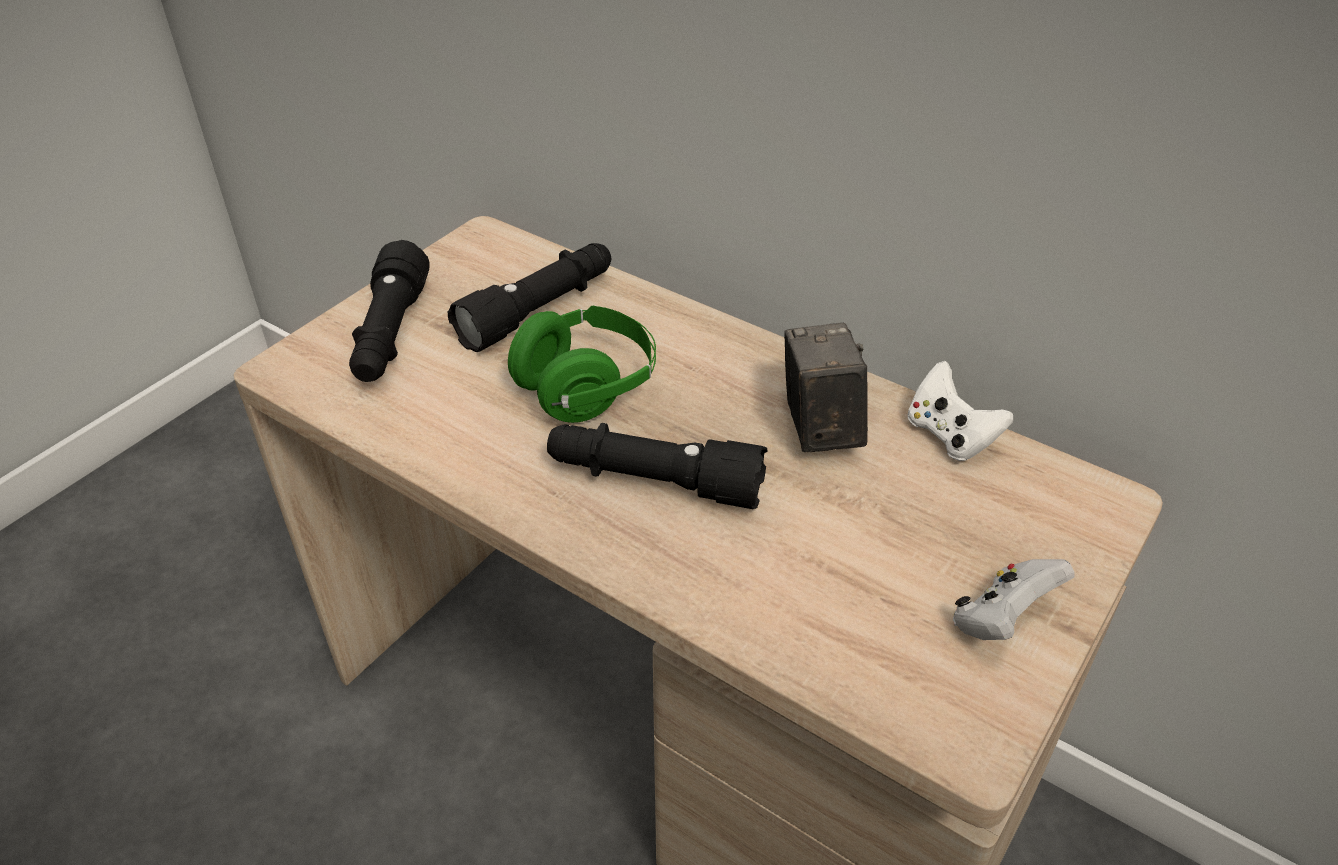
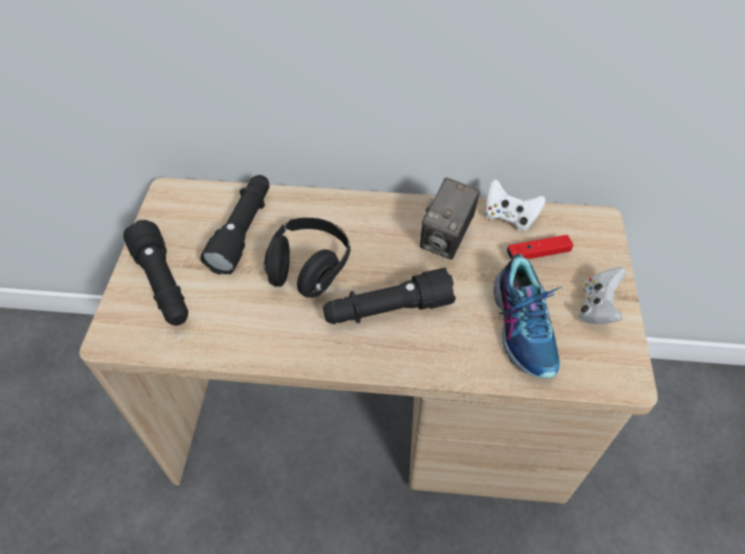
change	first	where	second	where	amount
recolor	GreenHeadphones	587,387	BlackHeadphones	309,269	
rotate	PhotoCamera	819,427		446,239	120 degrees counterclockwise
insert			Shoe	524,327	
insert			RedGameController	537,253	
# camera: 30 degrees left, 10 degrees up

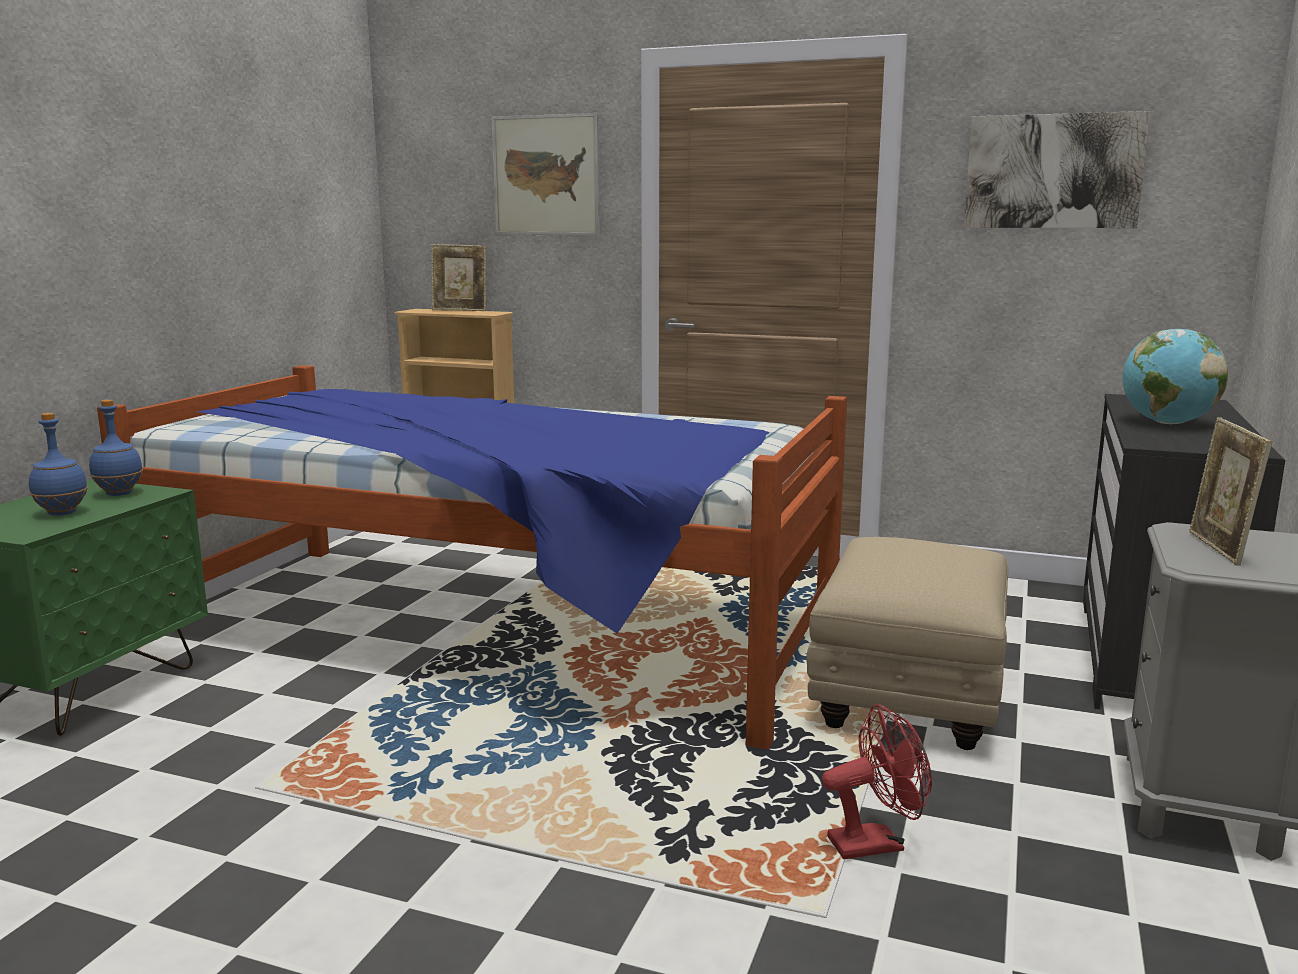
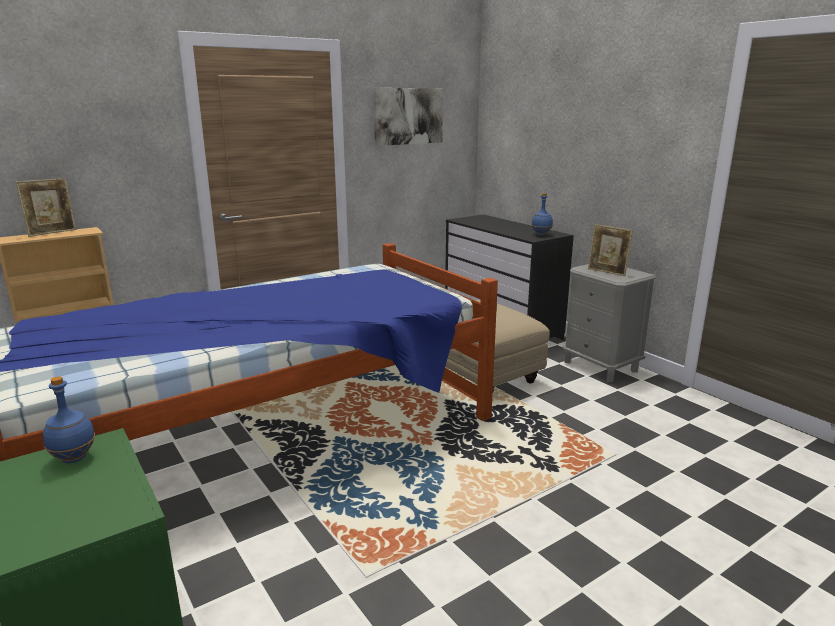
change	first	where	second	where	amount
move	BlueBottle	63,513		541,234	
delete	Picture	546,175			
delete	RedFan	875,843			
delete	Globe	1167,423			
# camera: 55 degrees left, 5 degrees up

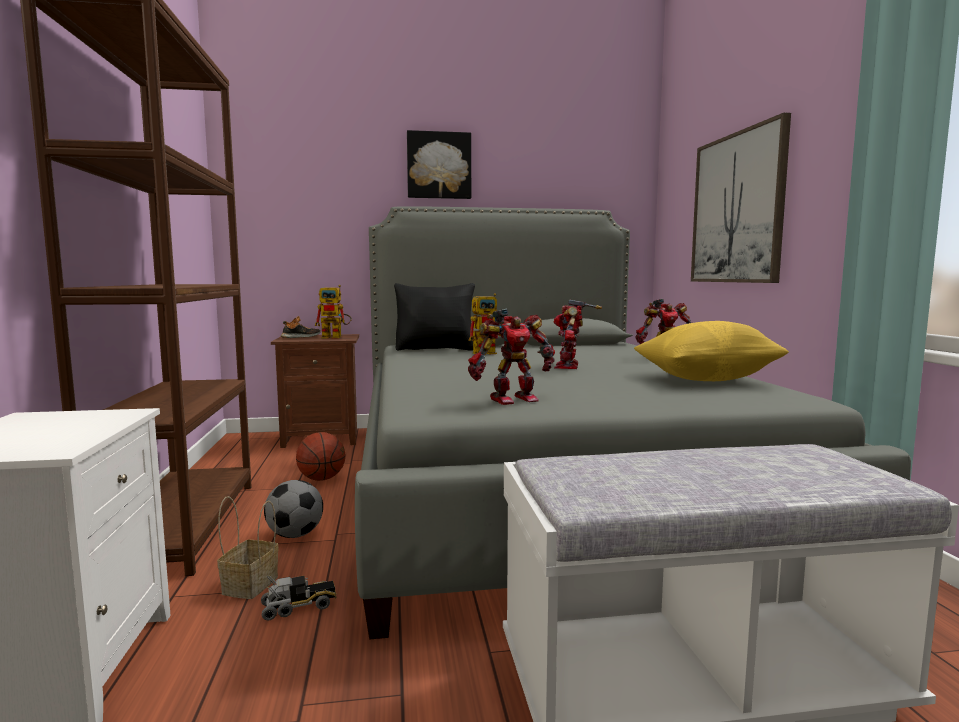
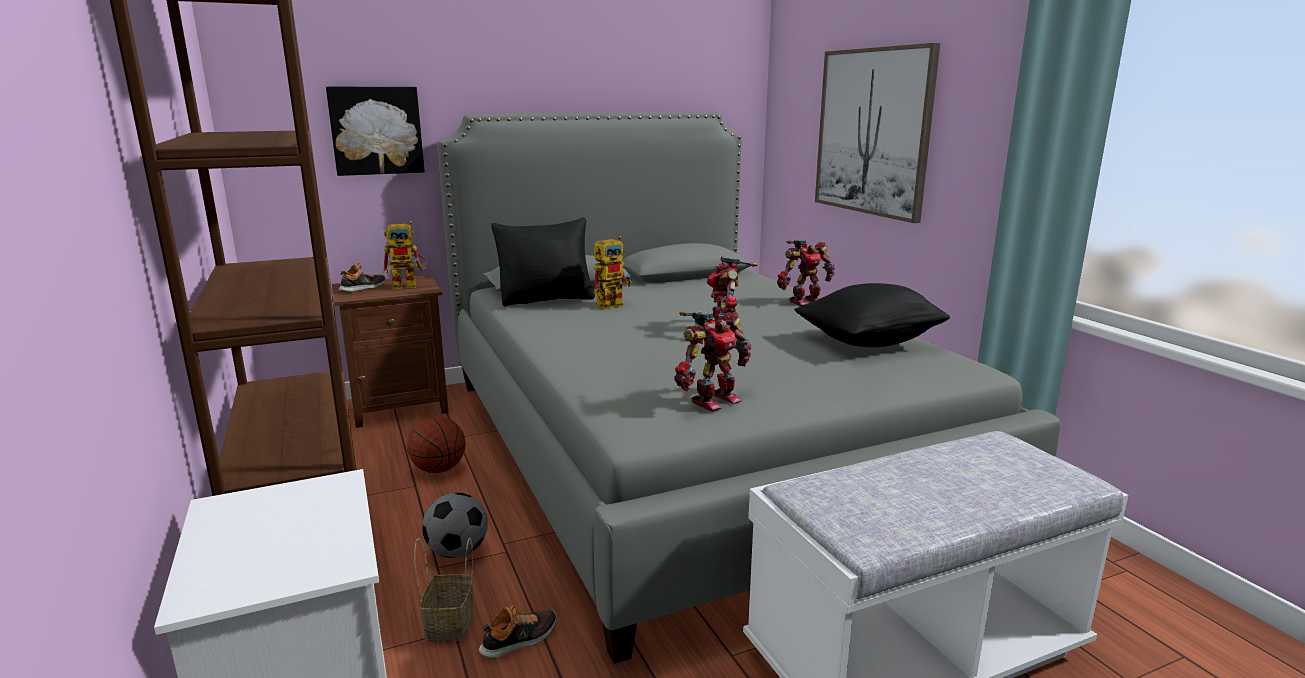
change	first	where	second	where	amount
move	Picture	439,165		376,130	
replace	ToyTruck	299,606	Shoe	520,640	
recolor	YellowPillow	706,379	BlackPillow	868,342	
# camera: 15 degrees left, 10 degrees up

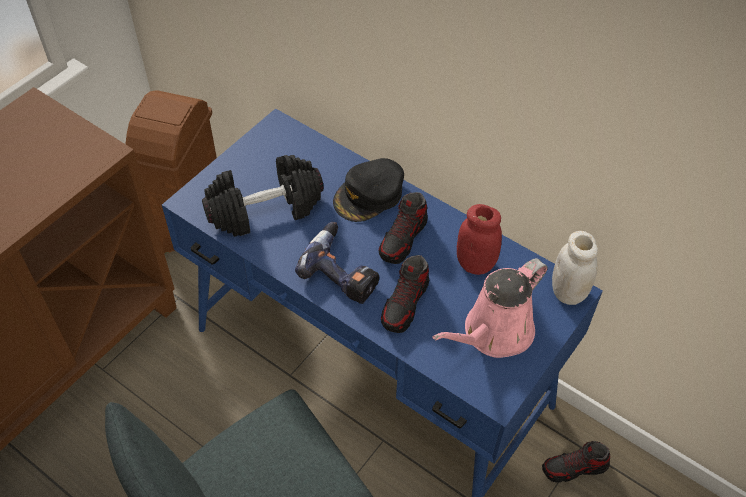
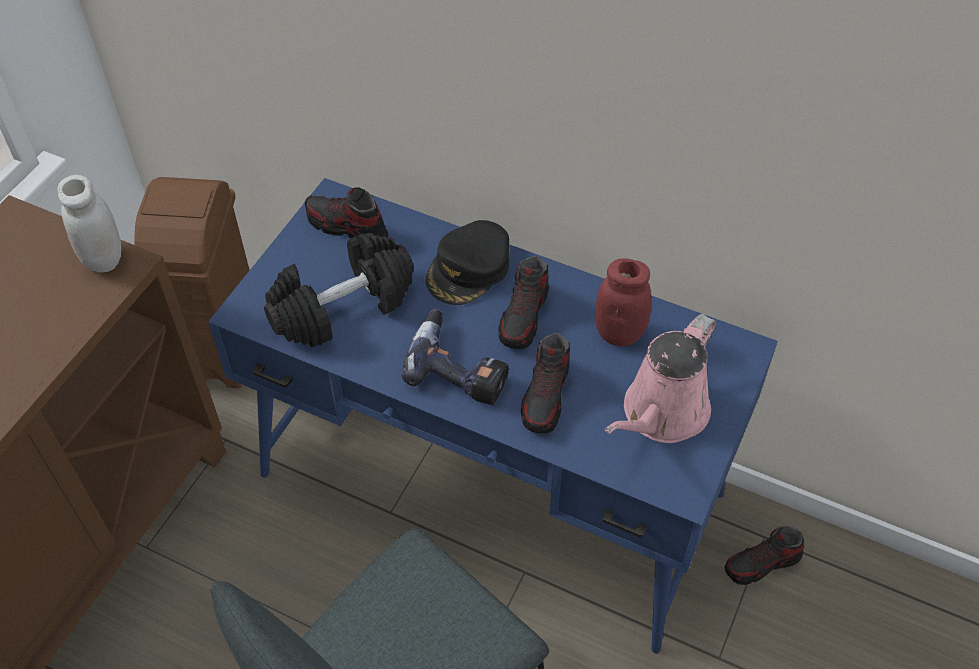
change	first	where	second	where	amount
move	WhiteJar	568,292		103,259	
insert			Shoe	347,228	
# camera: 10 degrees left, 0 degrees up

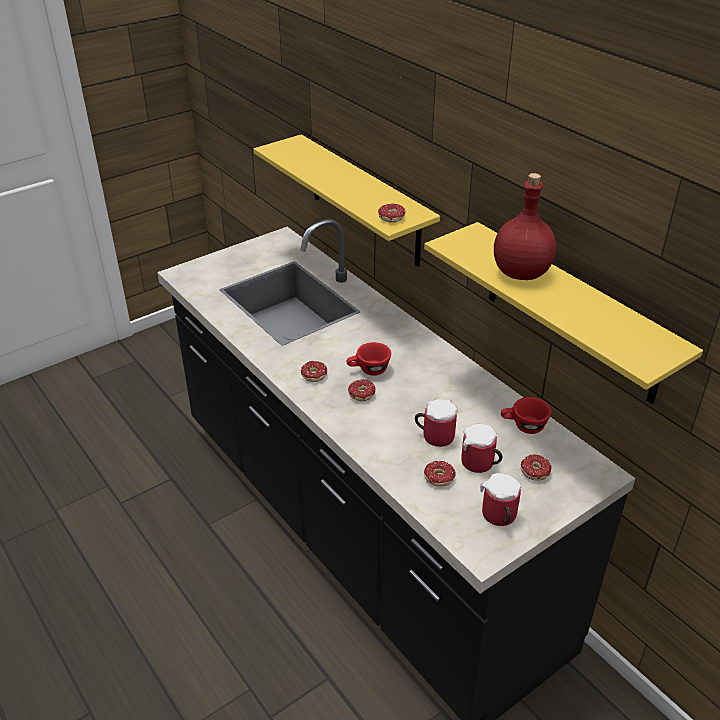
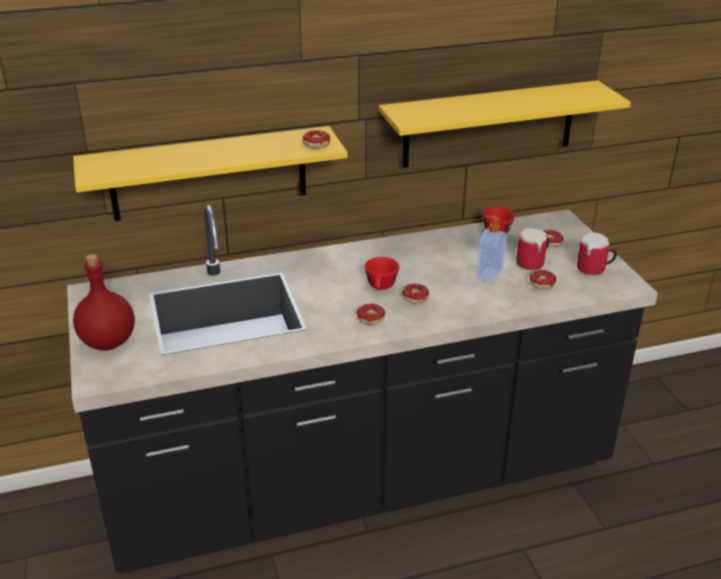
change	first	where	second	where	amount
move	RedBottle	521,272		108,341	
replace	Mug	434,435	SoapDispenser	489,274	
# camera: 70 degrees left, 5 degrees down

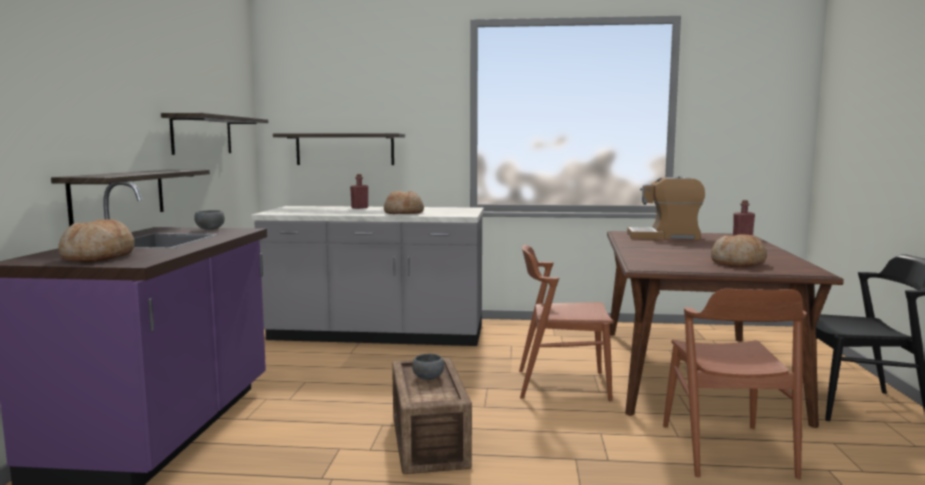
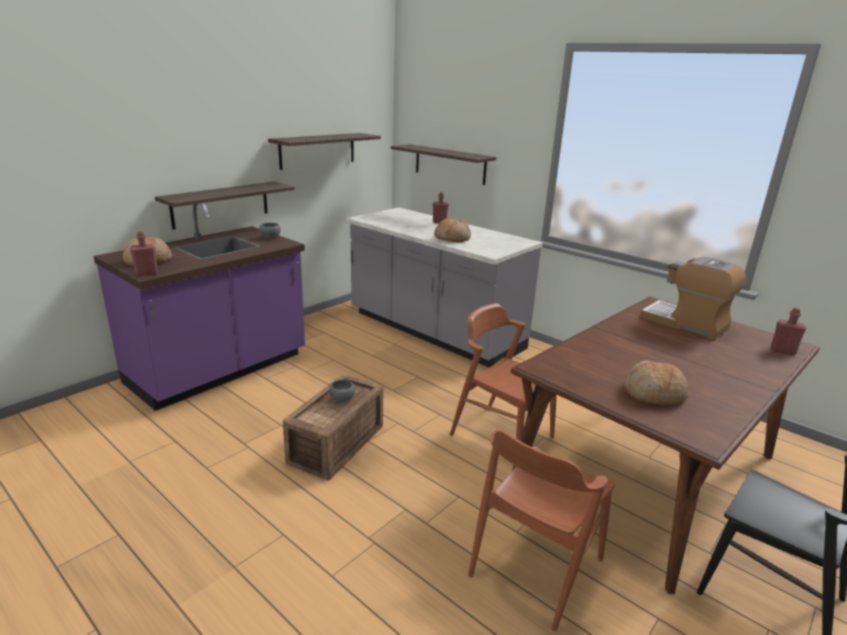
change	first	where	second	where	amount
insert			RedBottle	146,273	
# camera: 35 degrees right, 15 degrees up

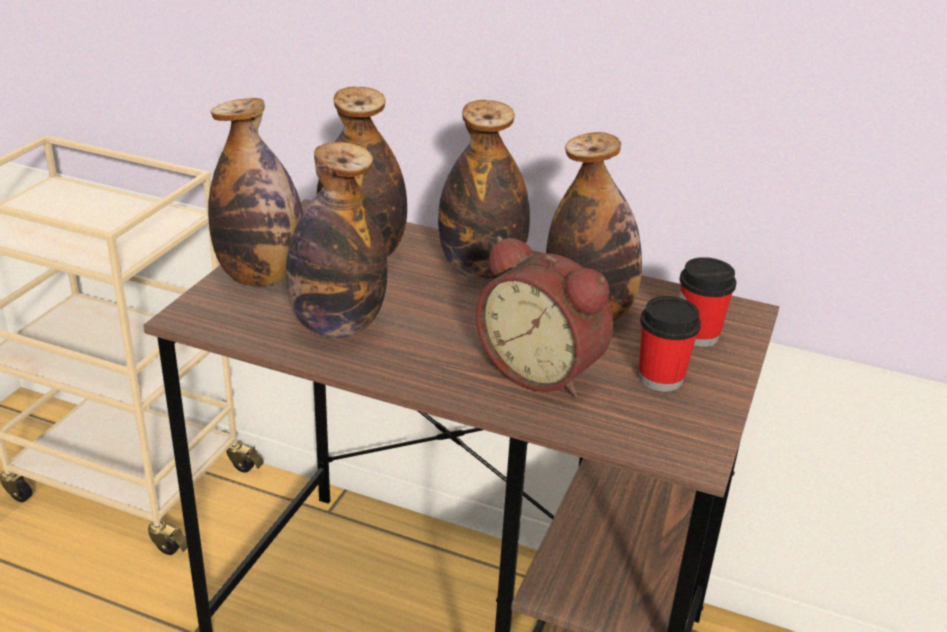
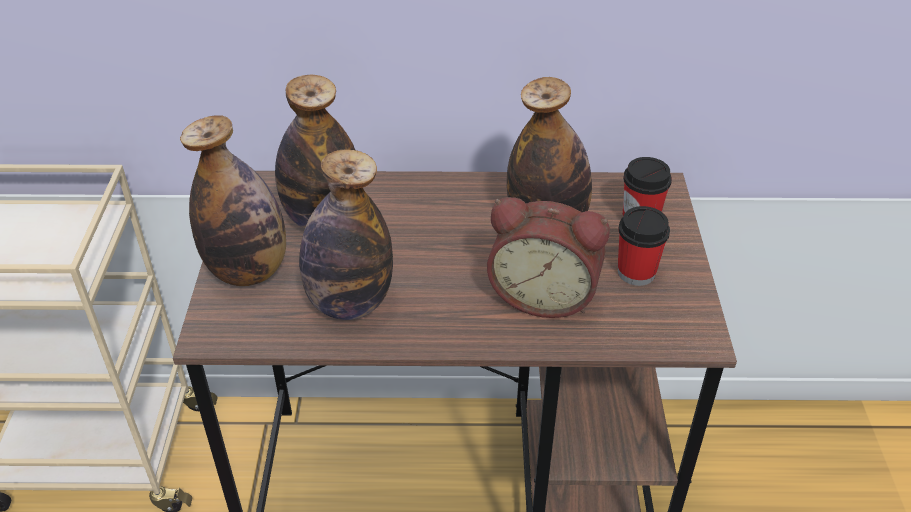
change	first	where	second	where	amount
delete	Bottle	481,269			
# camera: 20 degrees left, 10 degrees up

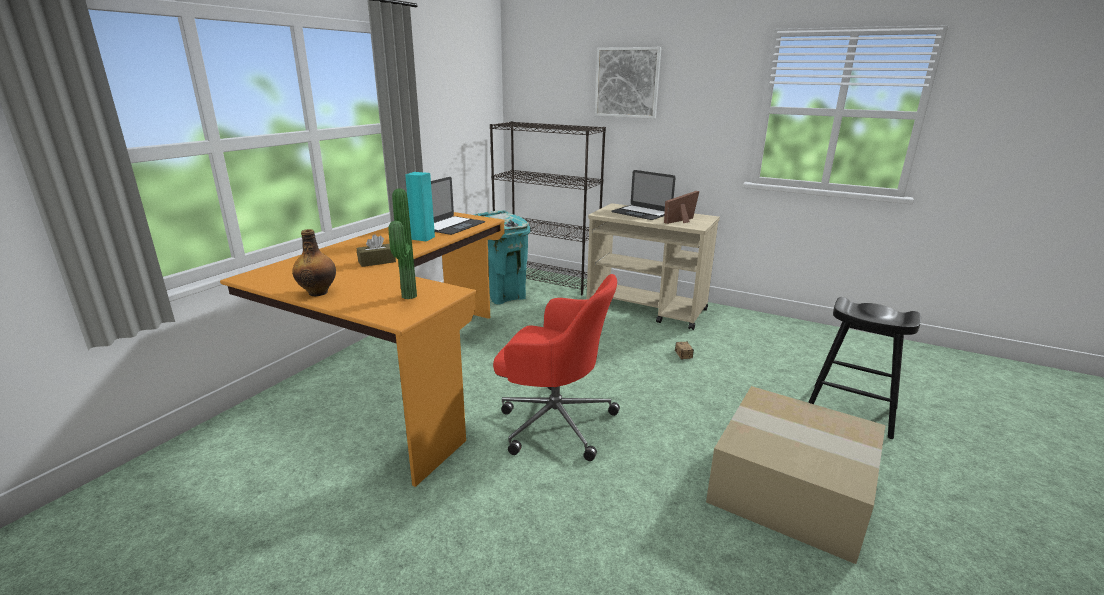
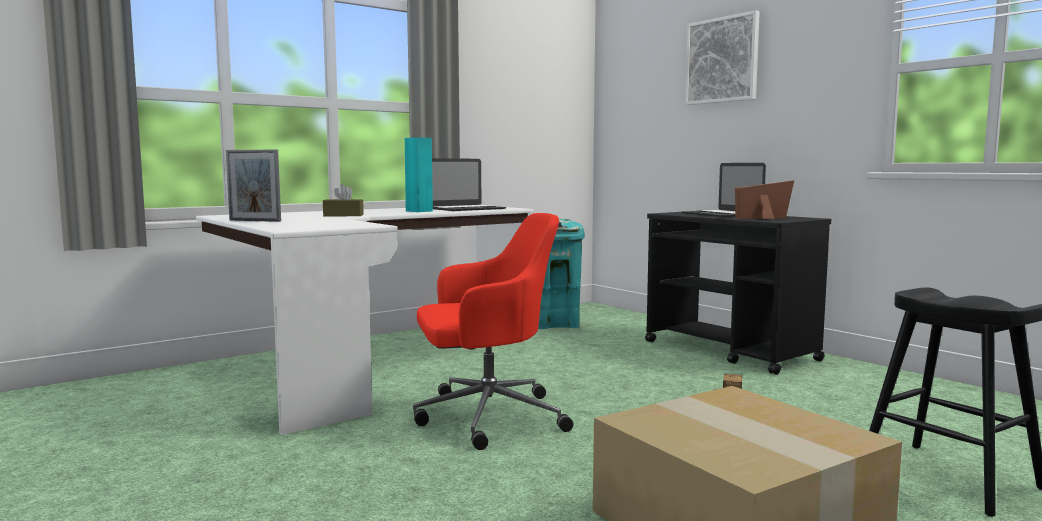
change	first	where	second	where	amount
recolor	OrangeDesk	402,376	WhiteDesk	369,364	
replace	Bottle	318,292	PictureFrame	255,221	
rotate	RedOfficeChair	554,421		486,417	60 degrees counterclockwise
recolor	BeigeCart	647,309	BlackCart	731,351	
delete	PottedPlant	406,296			
delete	BlackBookcase	546,280			
# camera: 25 degrees right, 15 degrees down

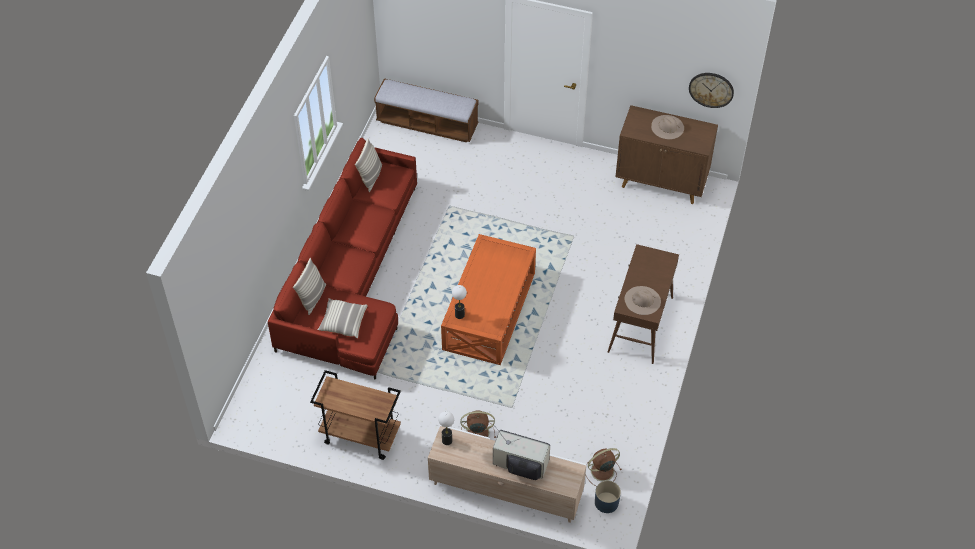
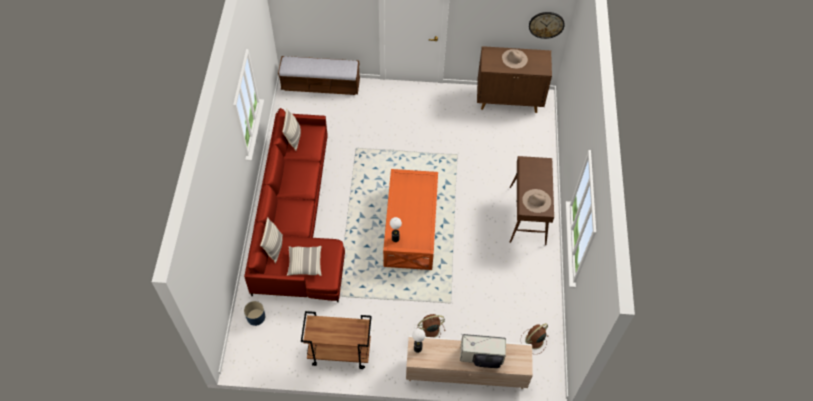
change	first	where	second	where	amount
move	BluePlanter	606,502		256,317	
# camera: 15 degrees left, 5 degrees up

